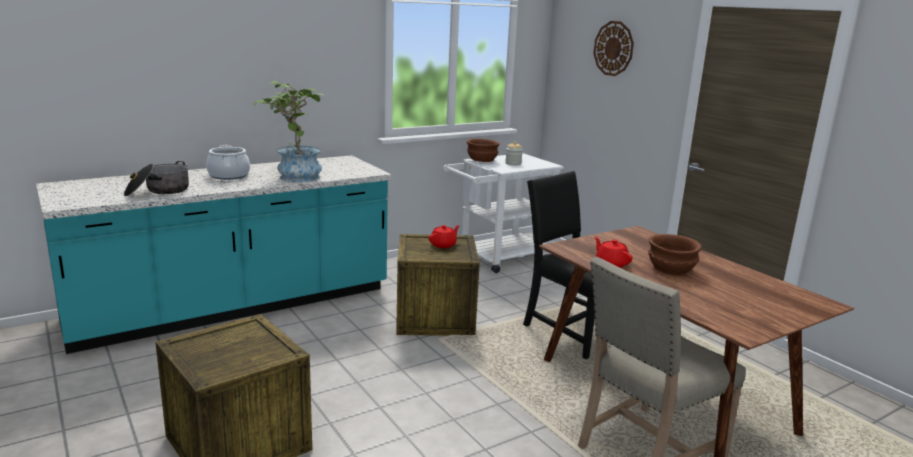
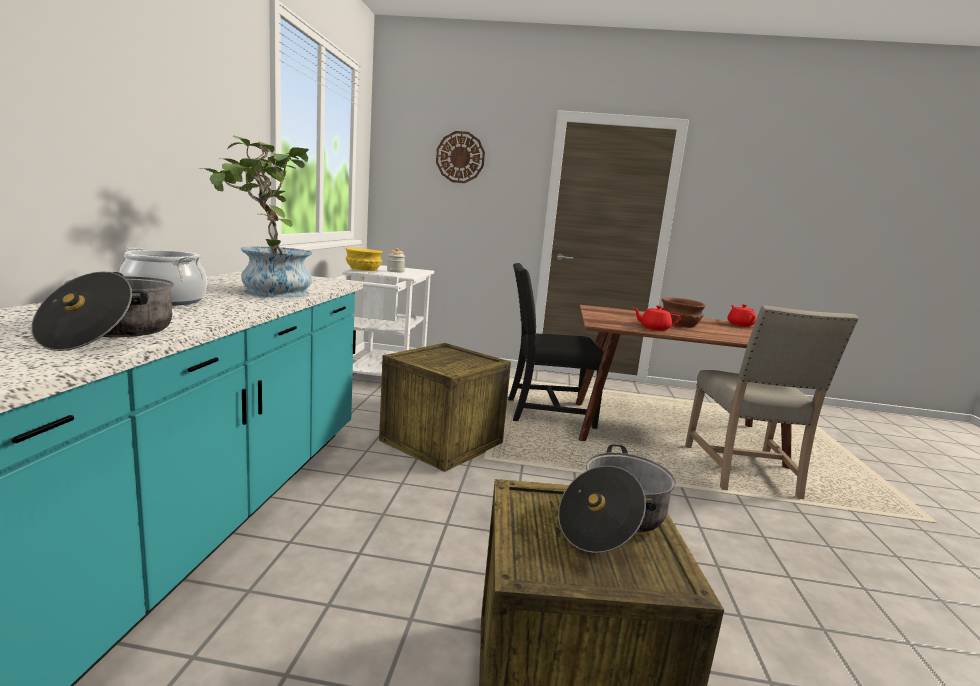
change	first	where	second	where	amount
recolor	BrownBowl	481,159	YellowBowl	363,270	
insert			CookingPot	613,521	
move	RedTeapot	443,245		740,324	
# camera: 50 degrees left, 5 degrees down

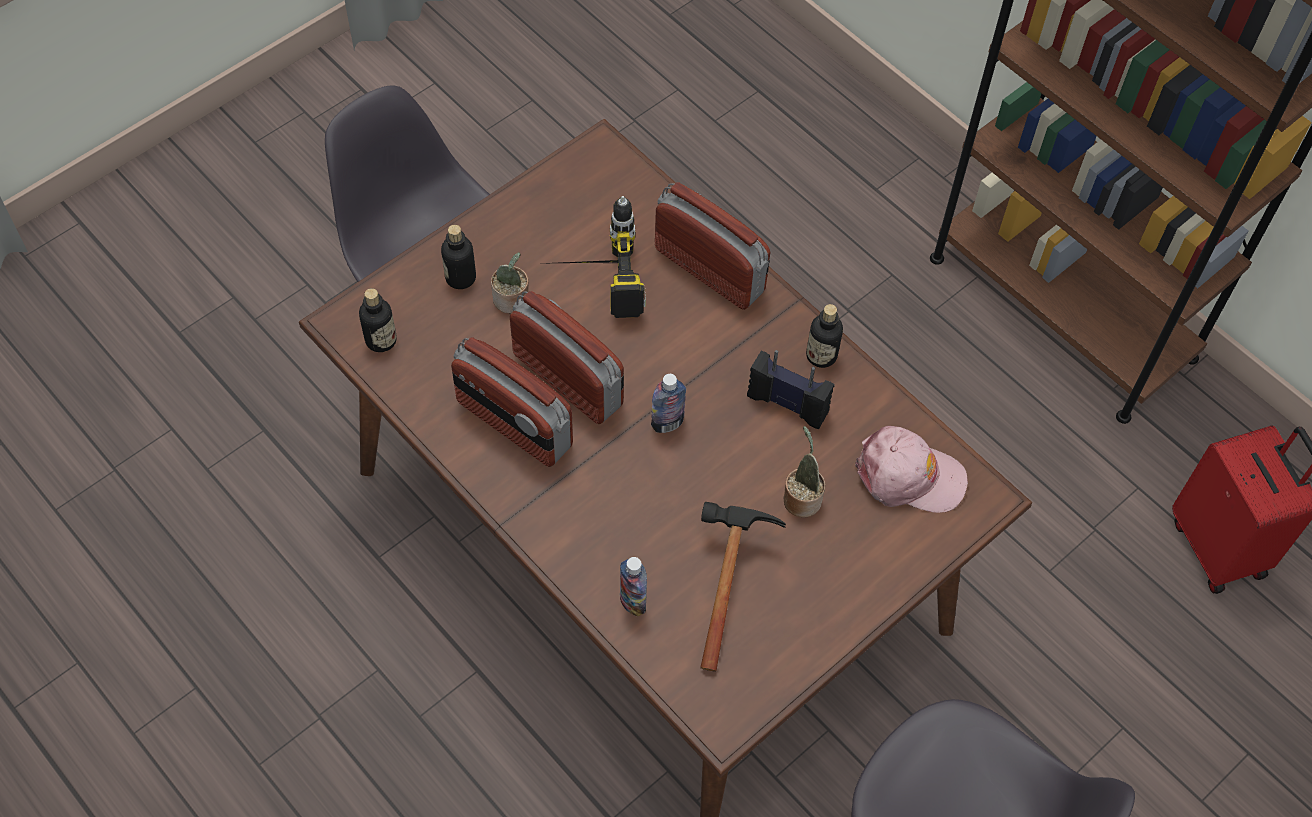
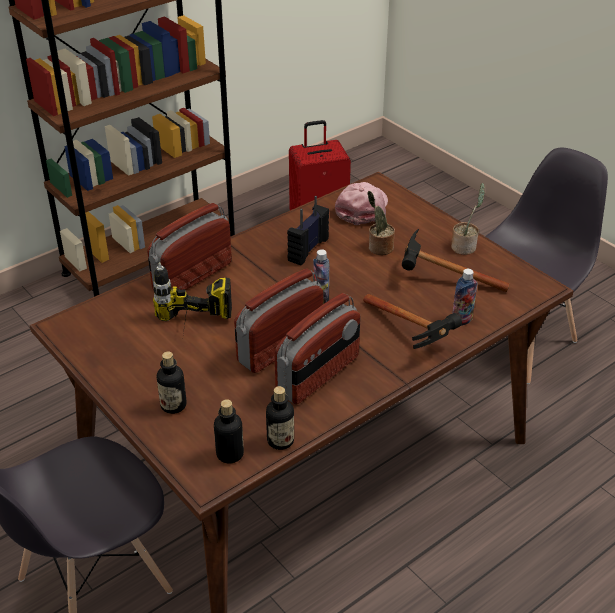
change	first	where	second	where	amount
move	Bottle	821,355		280,440	
insert			Hammer	413,337	
move	PottedPlant	512,300		465,247	
# camera: 85 degrees left, 20 degrees down

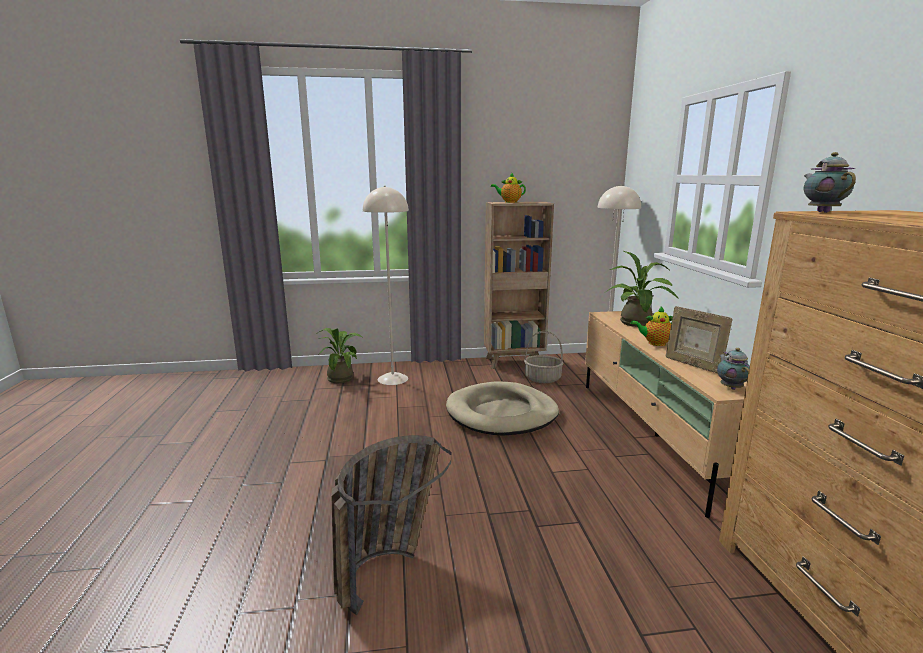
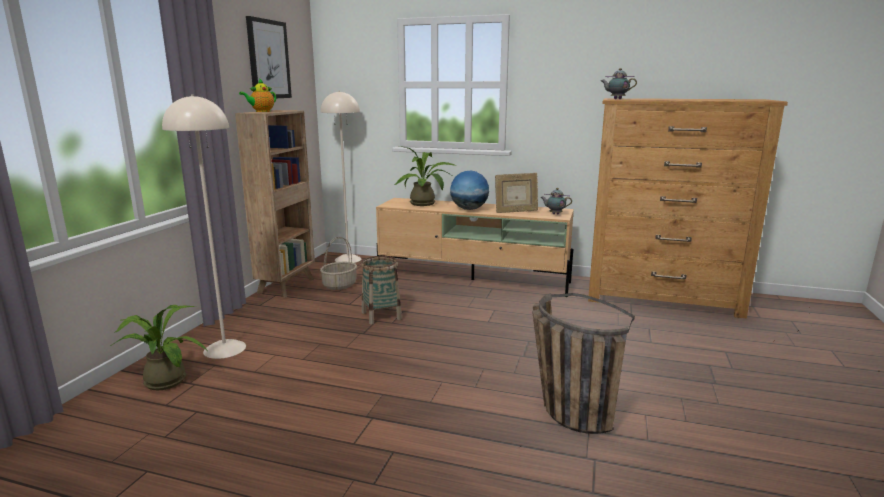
change	first	where	second	where	amount
insert			Picture	268,59	
replace	BeigeDogBed	502,413	Basket	381,315	
replace	Teapot	654,343	Globe	469,209	
# camera: 65 degrees left, 0 degrees up

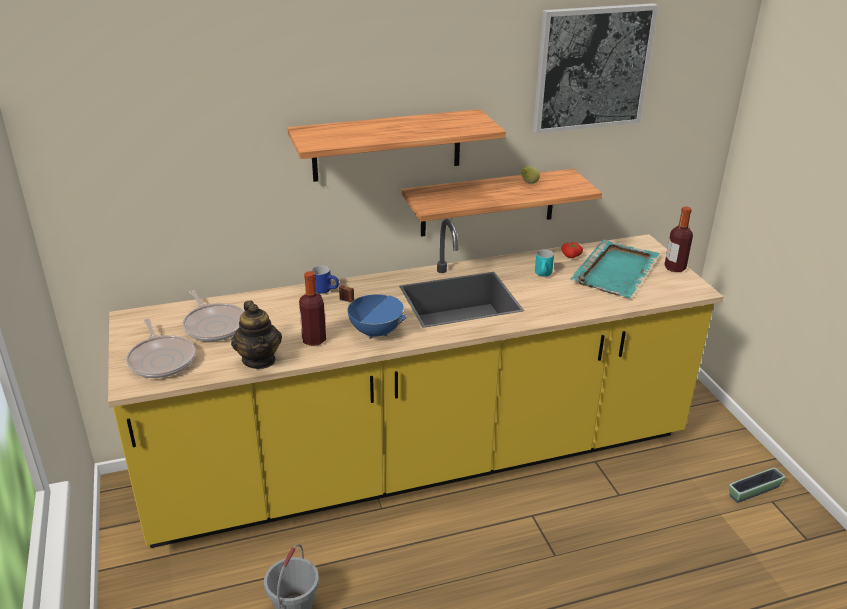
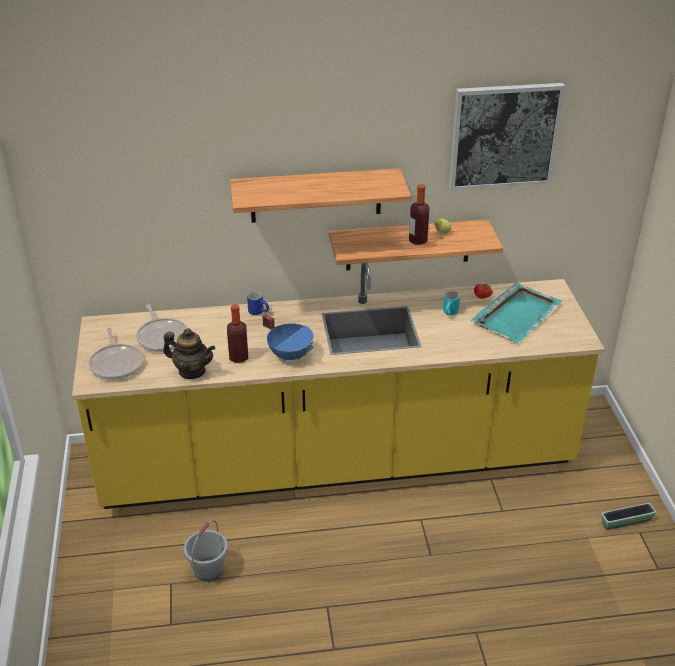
change	first	where	second	where	amount
rotate	Teapot	259,360		192,371	60 degrees counterclockwise
move	Bottle	674,268		418,240	
# camera: 10 degrees right, 5 degrees up

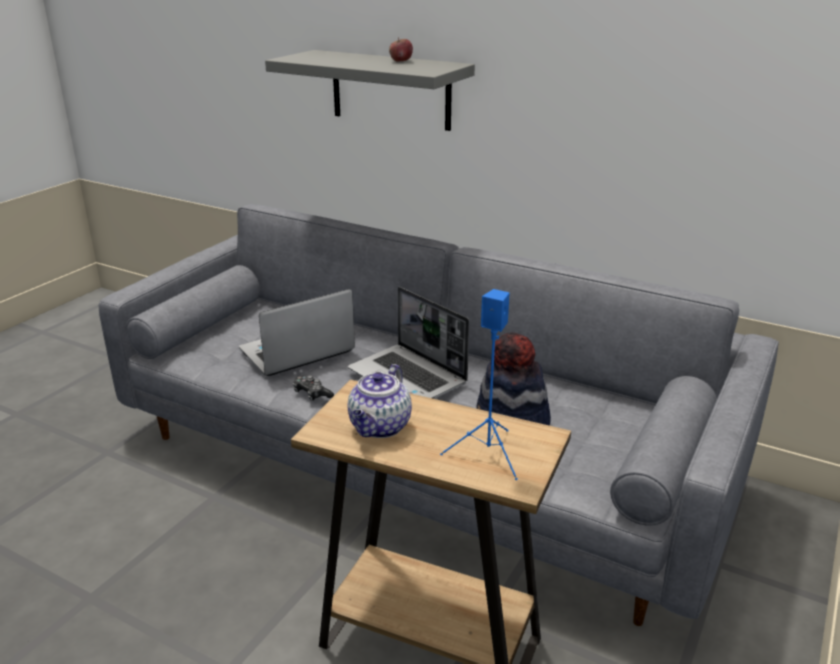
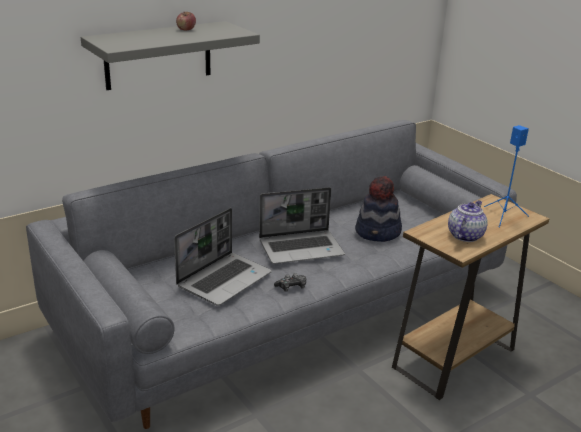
change	first	where	second	where	amount
rotate	Laptop	296,352		224,279	135 degrees counterclockwise
rotate	Teapot	380,427		465,235	105 degrees counterclockwise
# camera: 65 degrees left, 0 degrees up

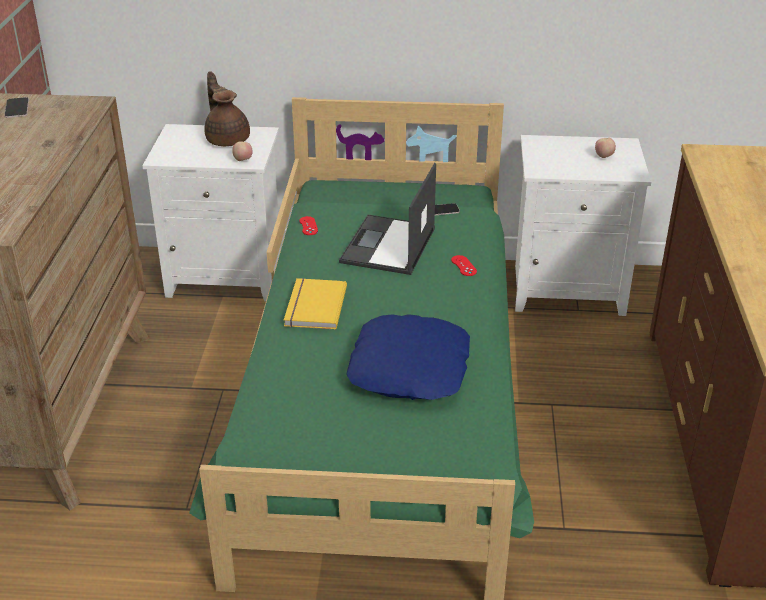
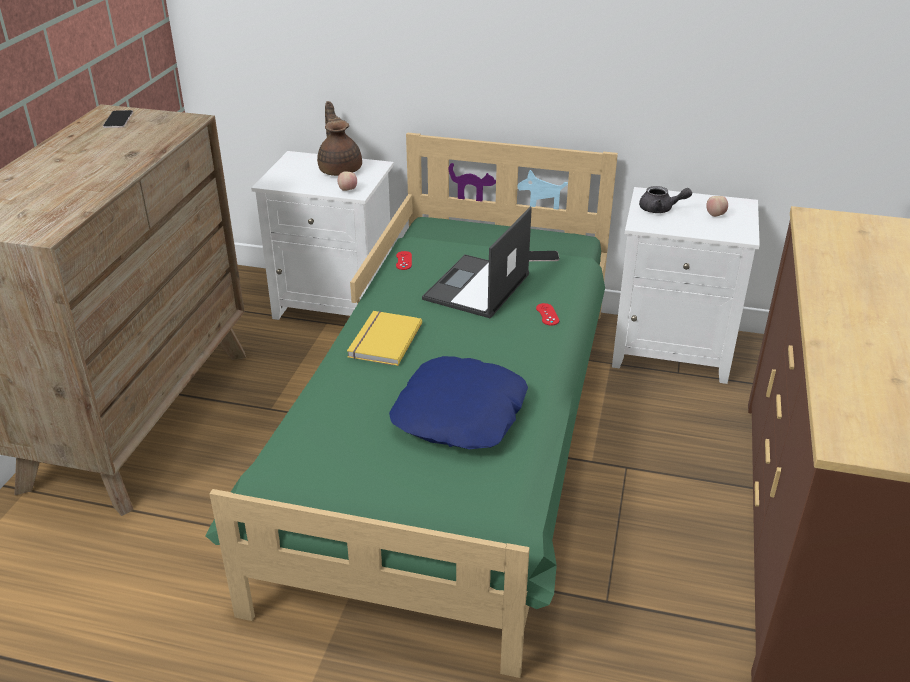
change	first	where	second	where	amount
insert			GreyTeapot	660,209	
# camera: 10 degrees right, 0 degrees up

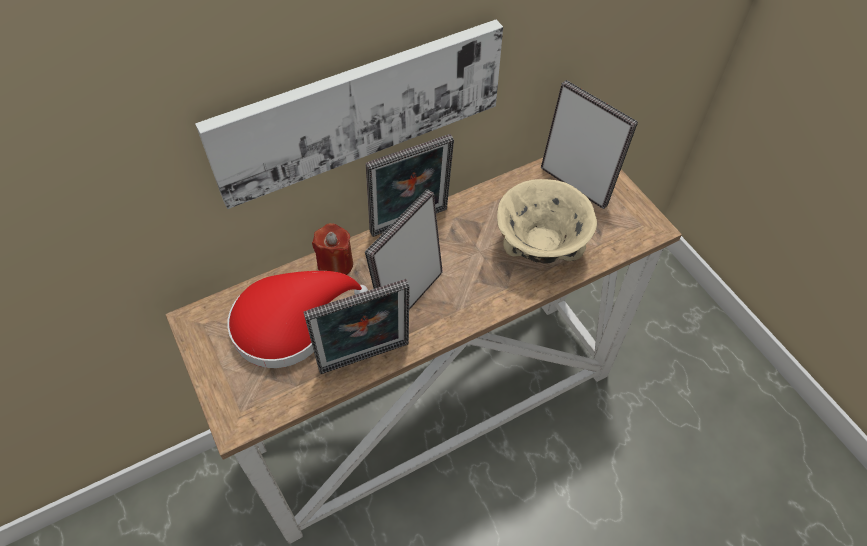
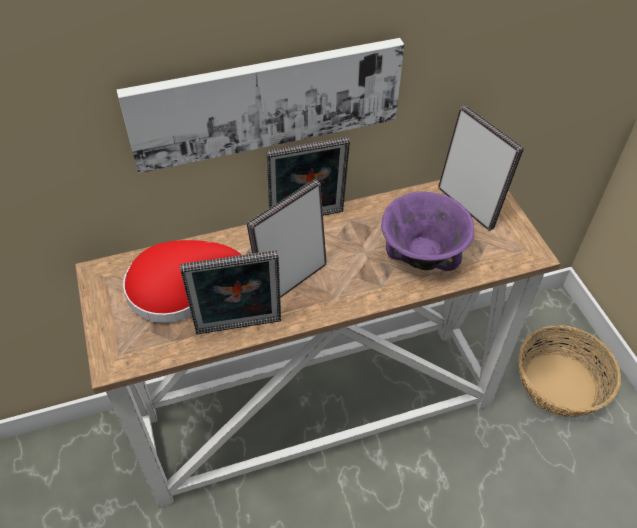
change	first	where	second	where	amount
recolor	BeigeBowl	540,246	PurpleBowl	422,255	
insert			Basket	560,384	
delete	RedCandle	335,264			
# camera: 10 degrees right, 5 degrees down

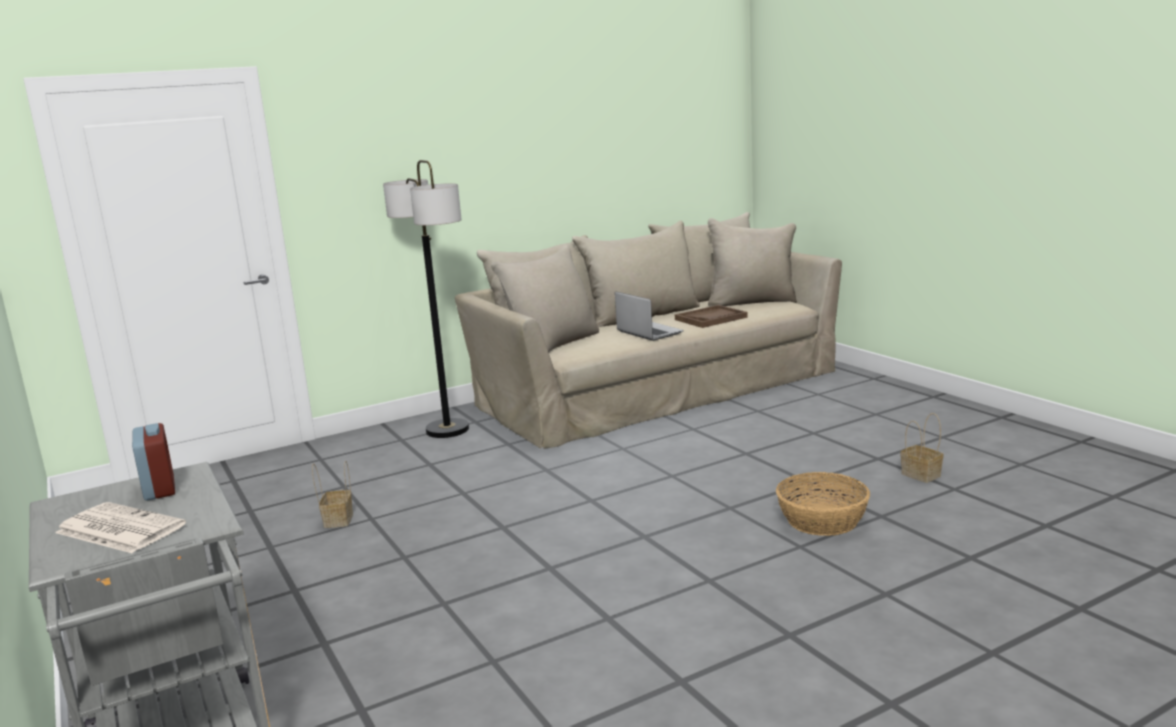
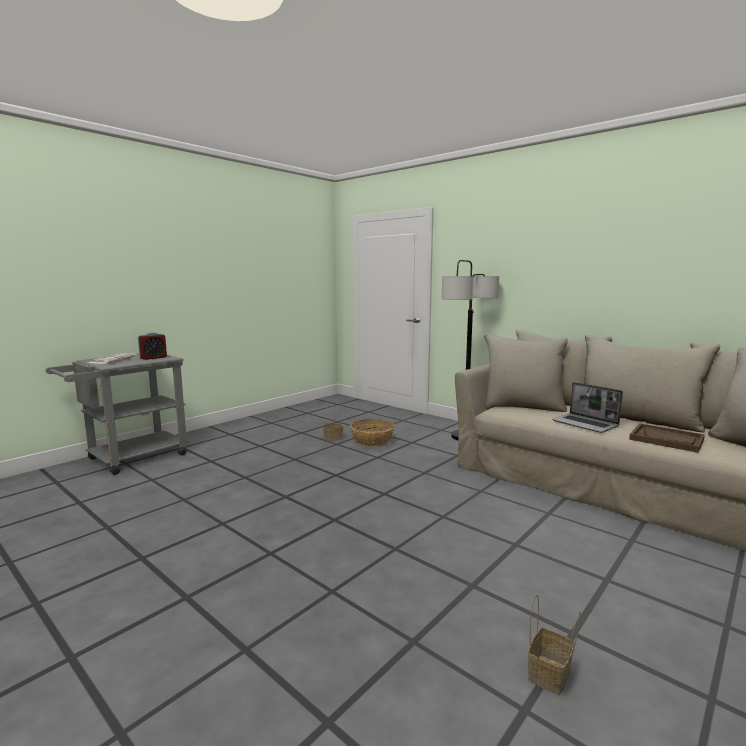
change	first	where	second	where	amount
move	Basket	823,520		372,440	
rotate	Laptop	648,332		586,424	105 degrees clockwise
# camera: 70 degrees right, 5 degrees down

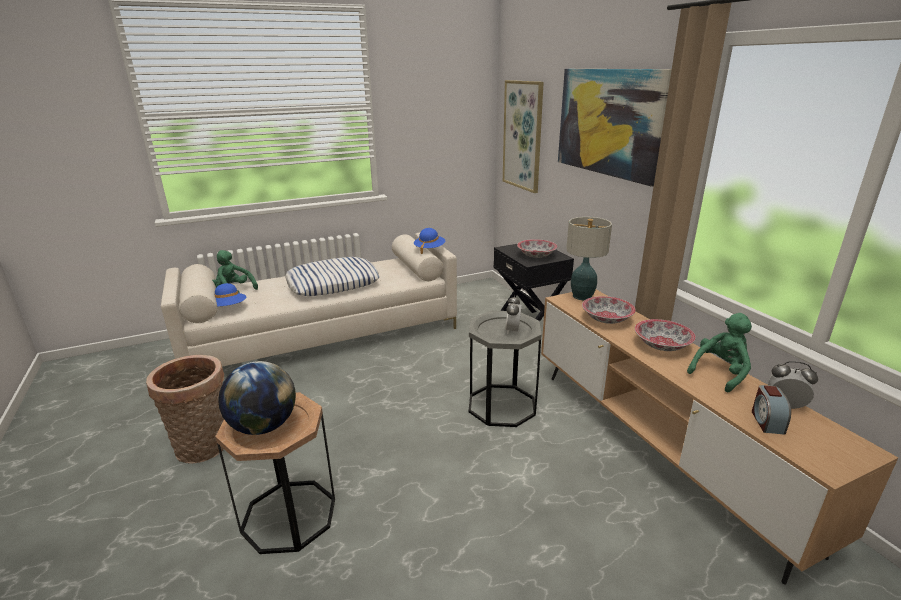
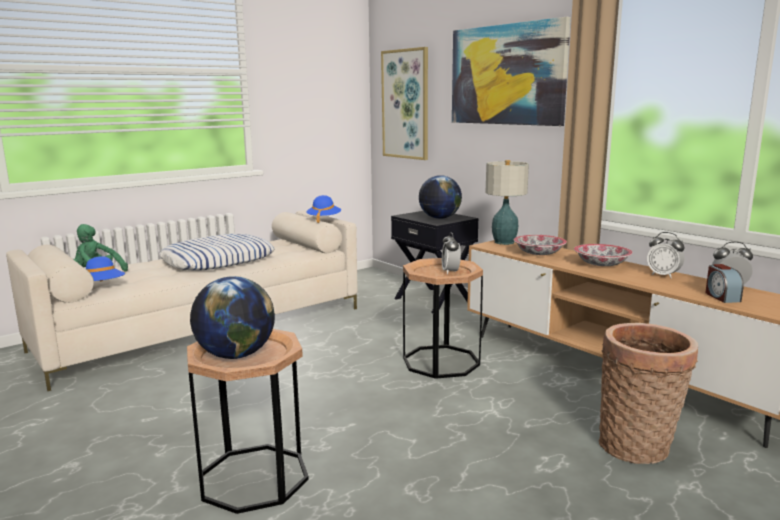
change	first	where	second	where	amount
recolor	GreySideTable	502,405	BrownSideTable	441,361	
replace	Bowl	536,255	Globe	439,218	
move	Basket	205,448		638,447	
replace	GreenPlushToy	720,373	AlarmClock	663,275	
# camera: 15 degrees left, 10 degrees down

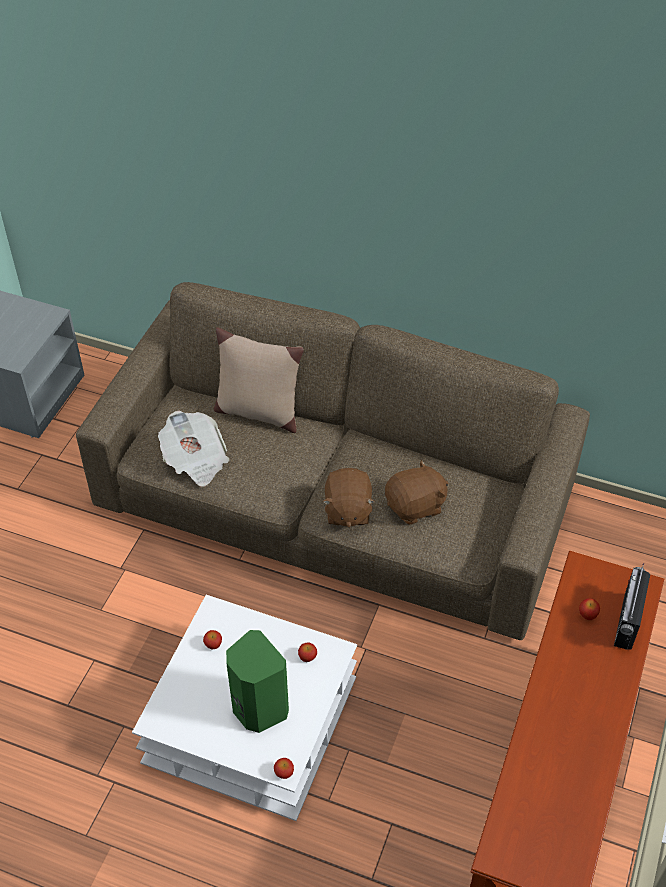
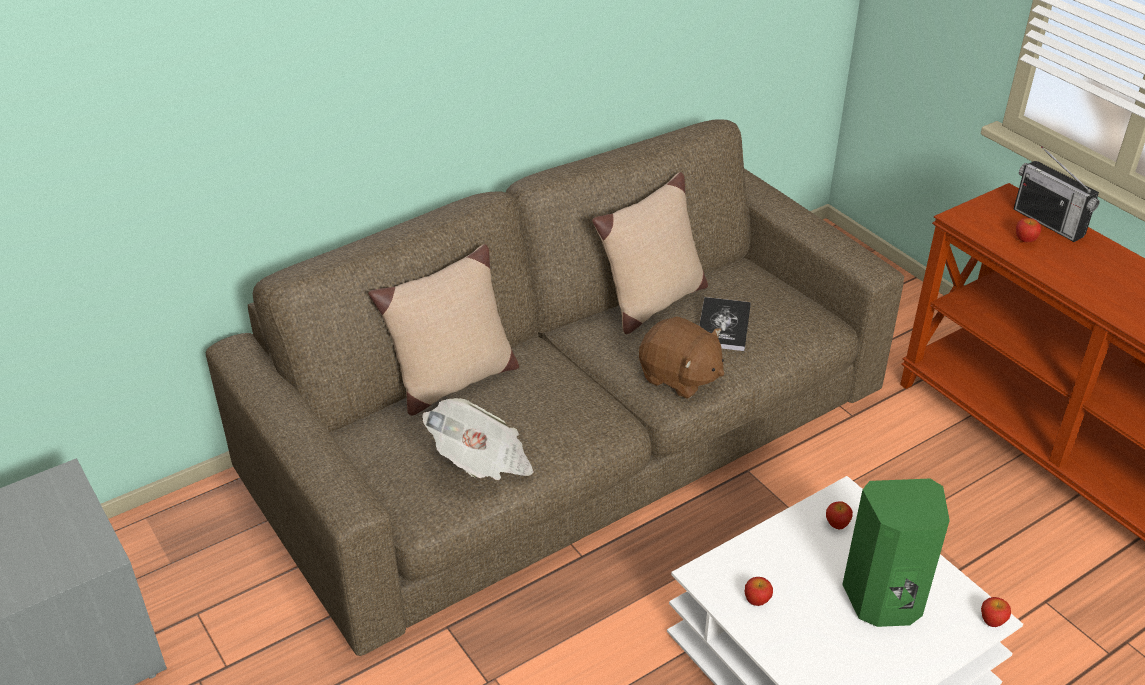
change	first	where	second	where	amount
insert			BeigePillow	651,303	
replace	BrownPlushToy	415,506	Book	723,325	
# camera: 55 degrees left, 10 degrees down

